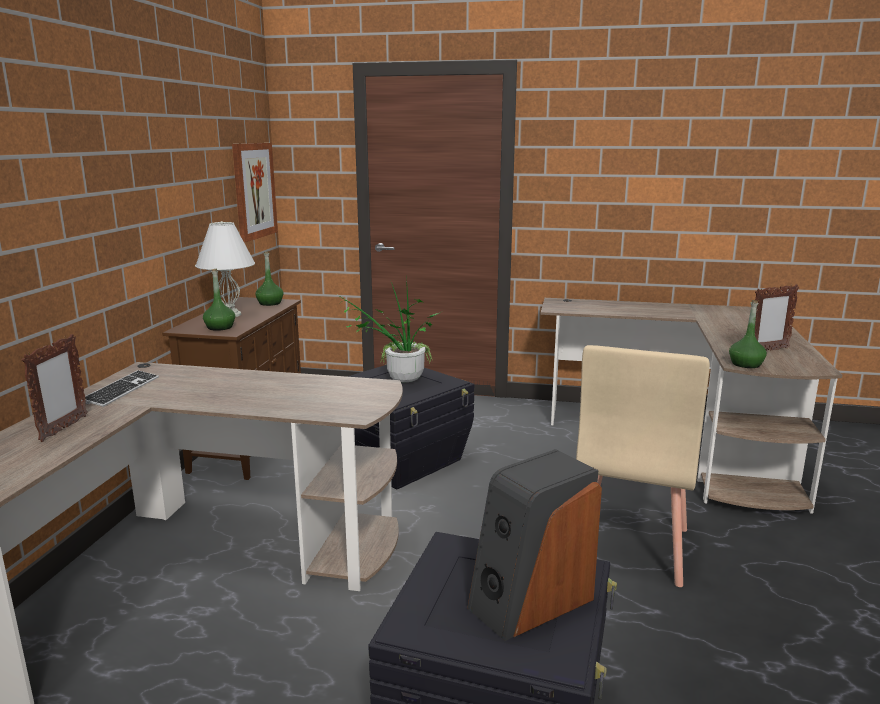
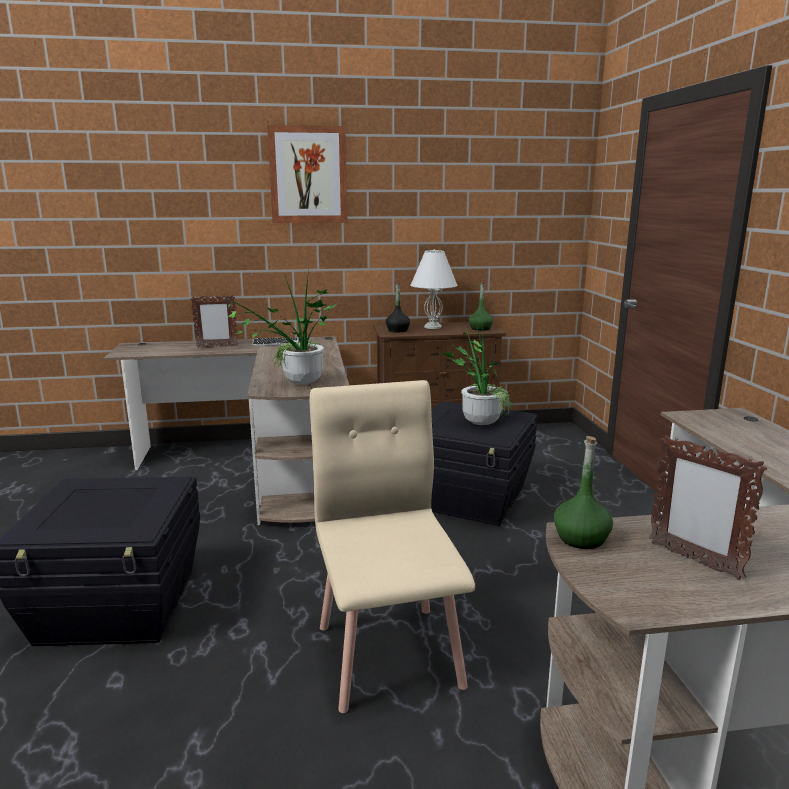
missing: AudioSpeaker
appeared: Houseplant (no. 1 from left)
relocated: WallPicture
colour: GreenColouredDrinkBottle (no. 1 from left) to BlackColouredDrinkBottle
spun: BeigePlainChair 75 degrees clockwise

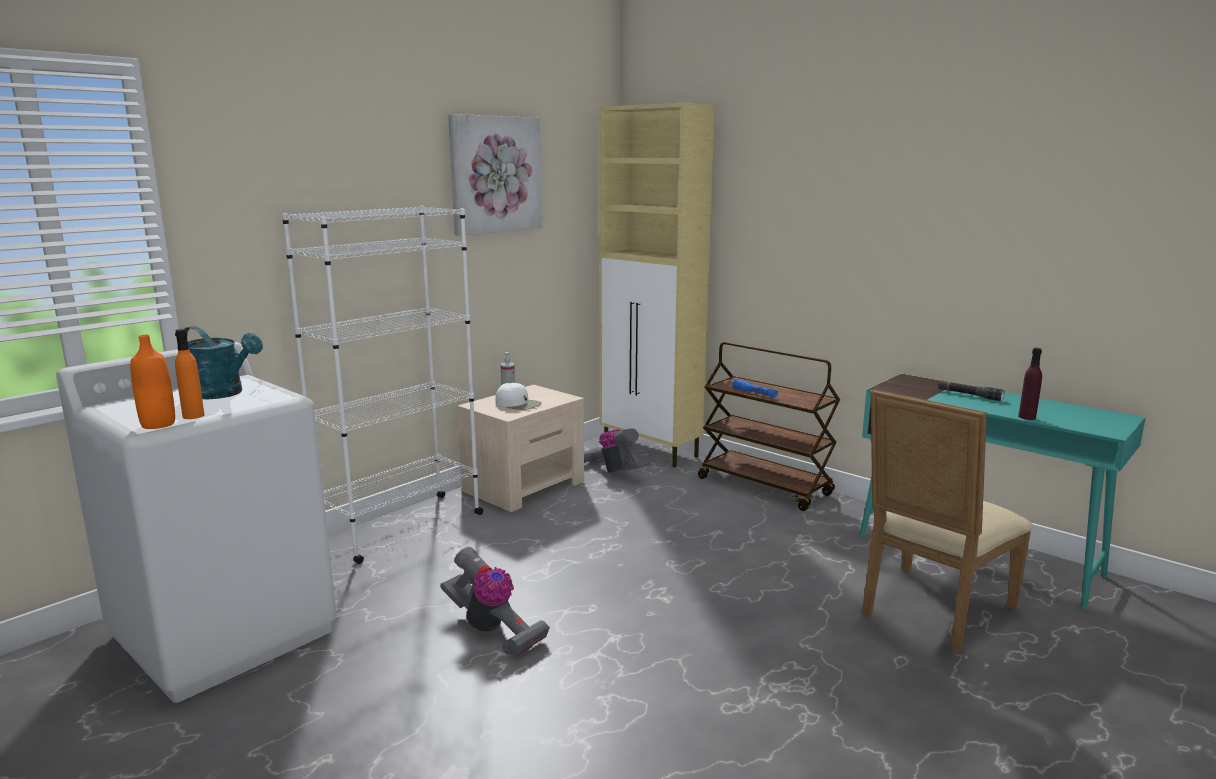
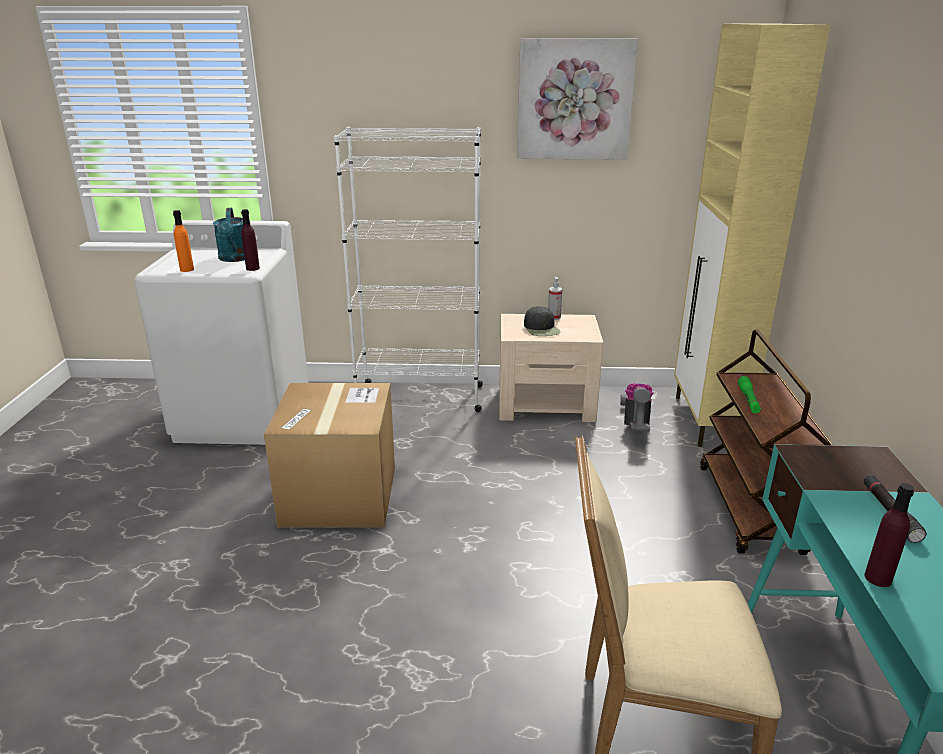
missing: OrangeColouredDrinkBottle (no. 1 from left)
appeared: PurpleDrinkBottle (no. 1 from left)
exchanged: Vacuum (no. 1 from left) to PackingBox
colour: WhiteColouredPeakedCap to BlackColouredPeakedCap; BlueColouredTorch to GreenColouredTorch

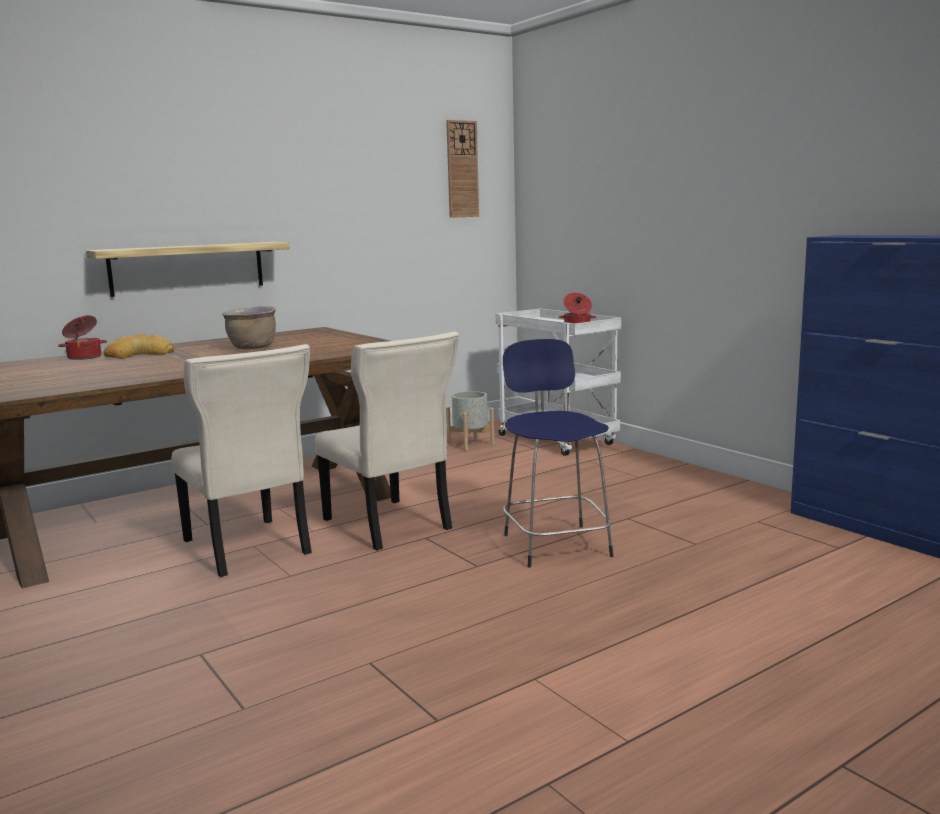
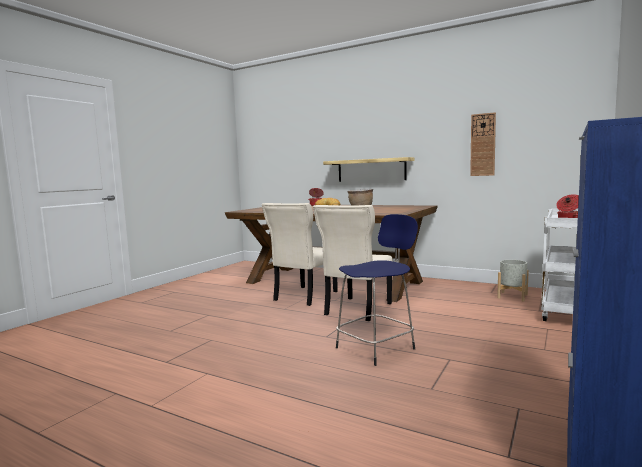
relocated: WallClock

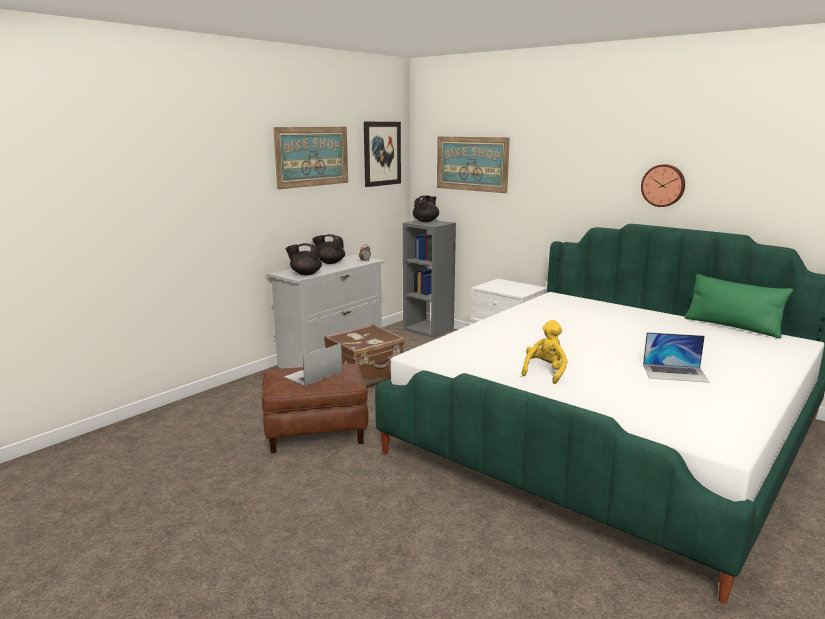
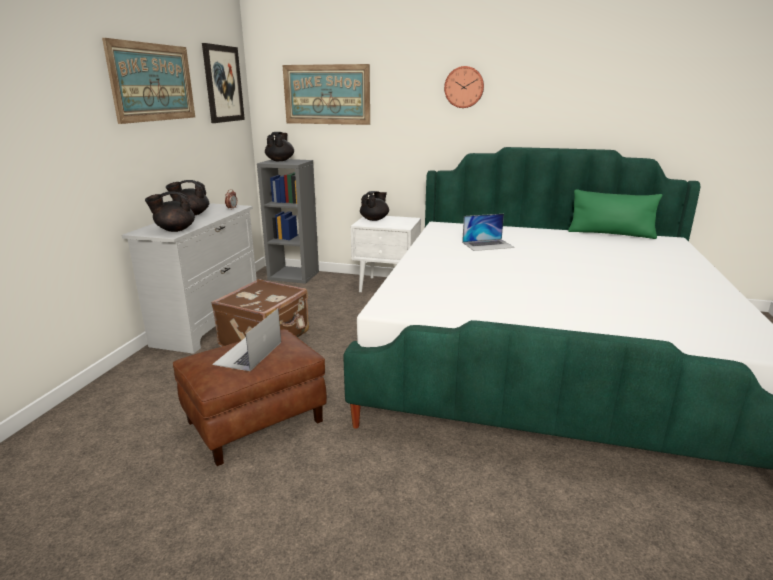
missing: YellowColouredPlushToy
appeared: BlackColouredTeapot (no. 4 from left)
relocated: WallClock; NotebookComputer (no. 2 from left)

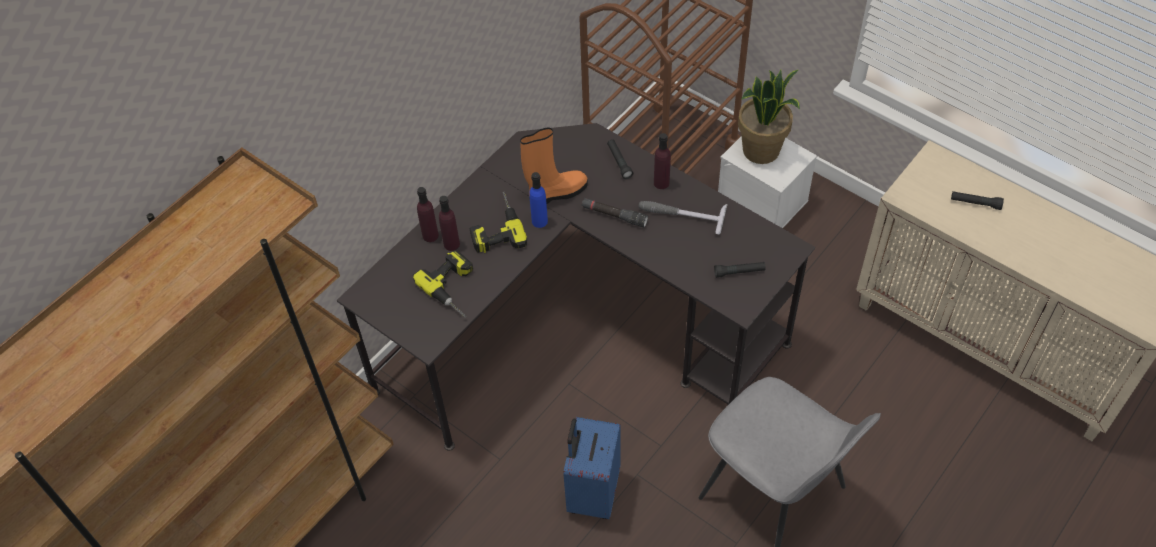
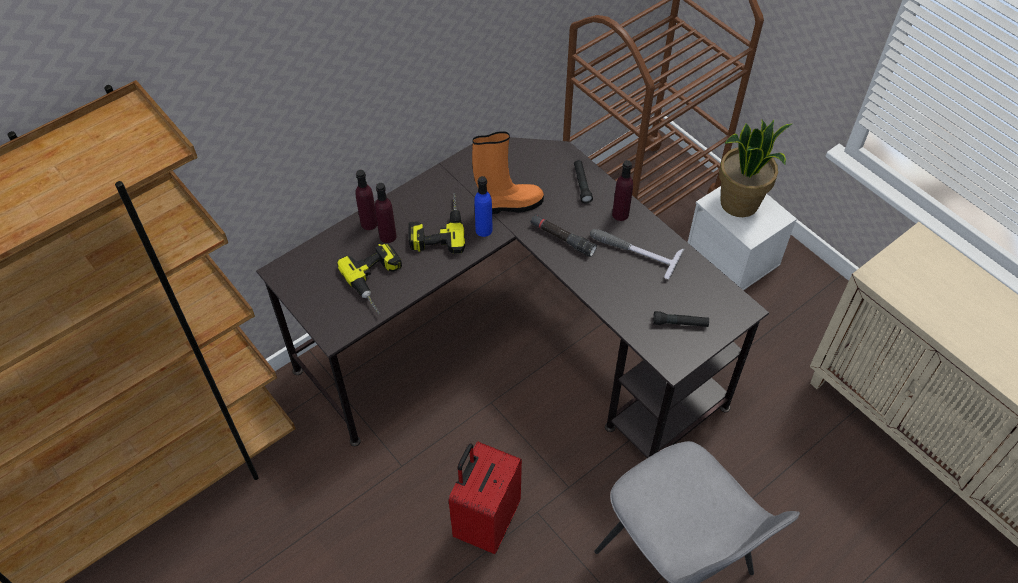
missing: BlackColouredTorch (no. 4 from left)
colour: BlueColouredTravelCase to ReddishTravelCase

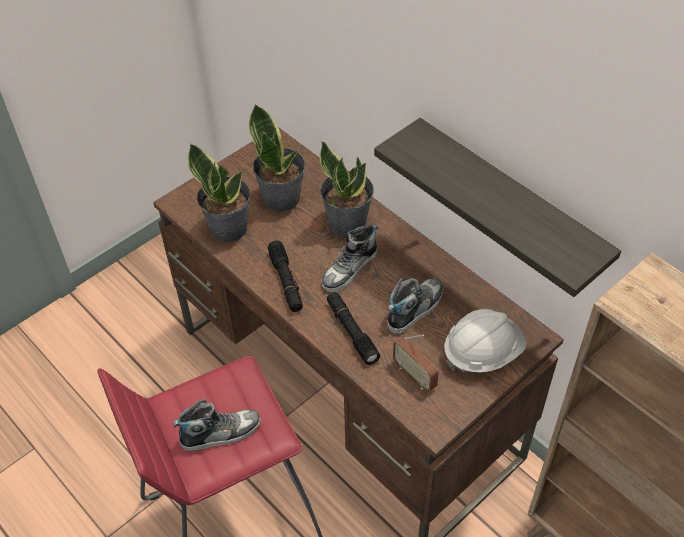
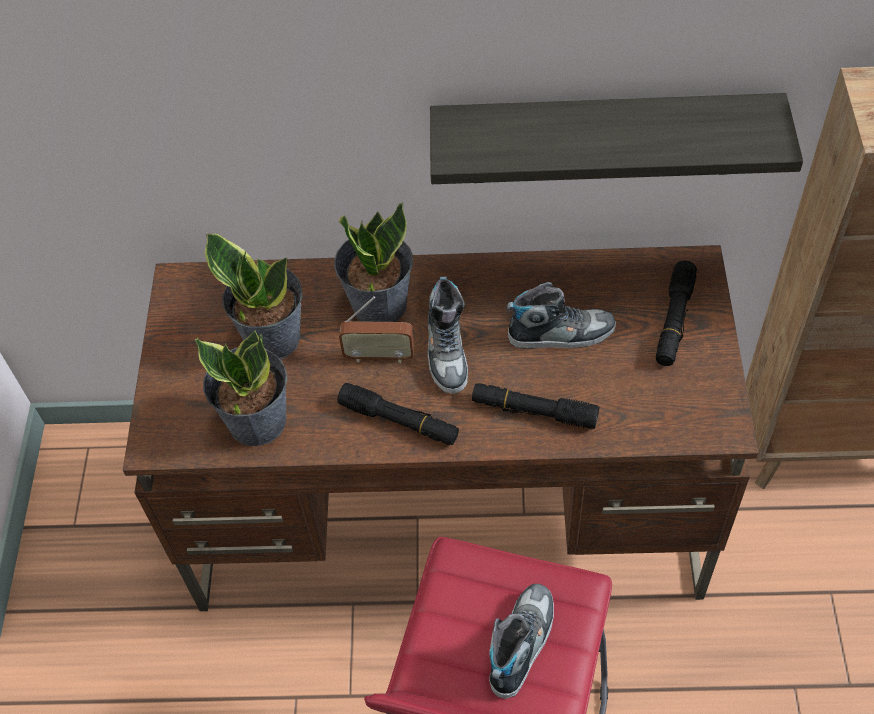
relocated: Radio
exchanged: WhiteColouredHardHat to BlackColouredTorch (no. 3 from left)
spun: ItemOfFootwear (no. 3 from left) 90 degrees clockwise

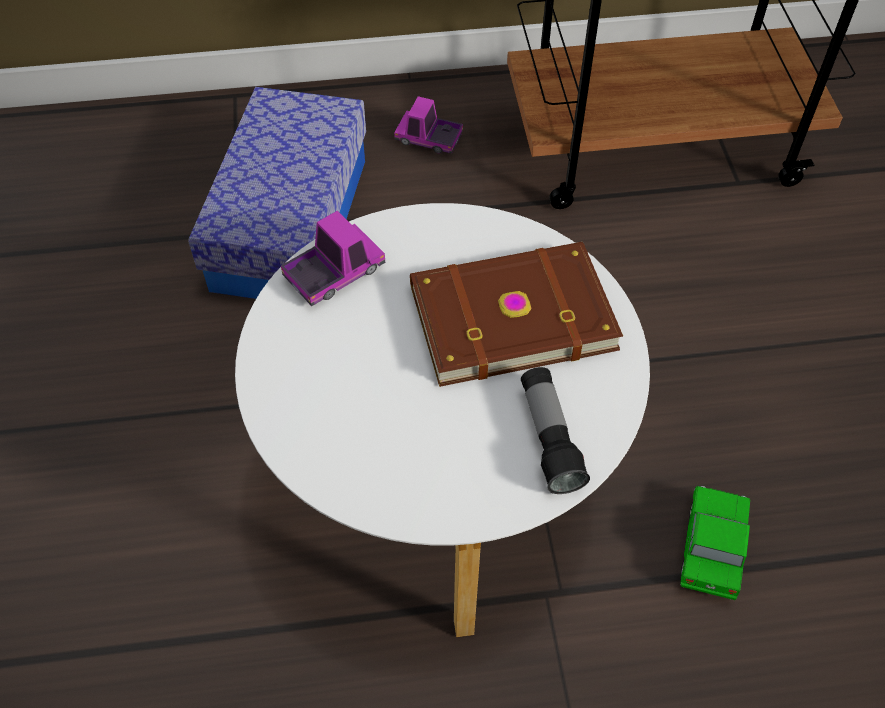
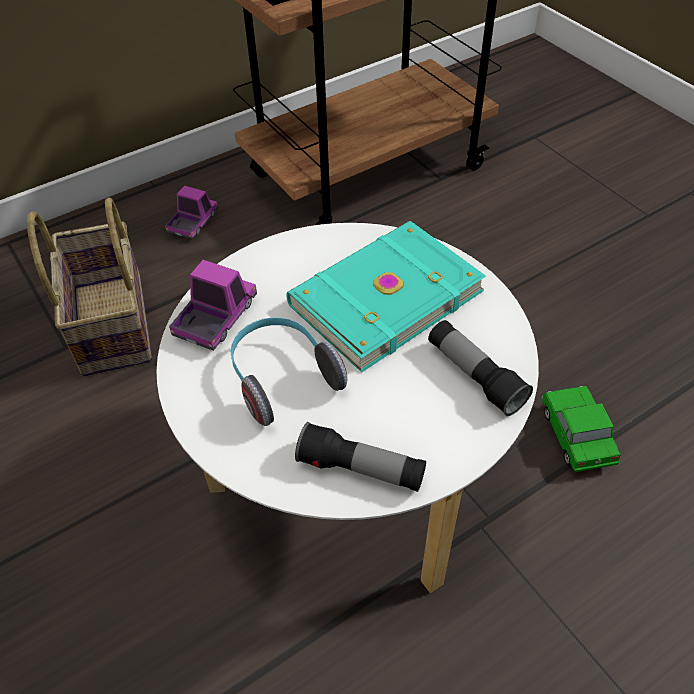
appeared: Headset; Torch (no. 1 from left)
exchanged: StorageBox to StorageBasket
colour: BrownColouredBook to TurquoiseColouredBook
spun: ToyLorry (no. 2 from left in the first image) 120 degrees clockwise

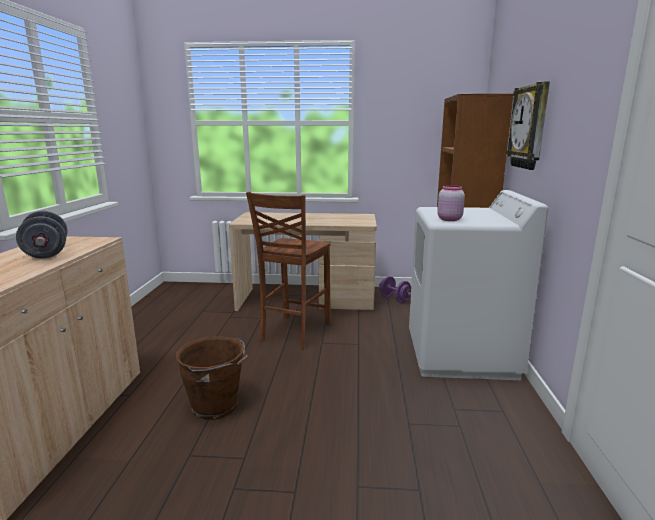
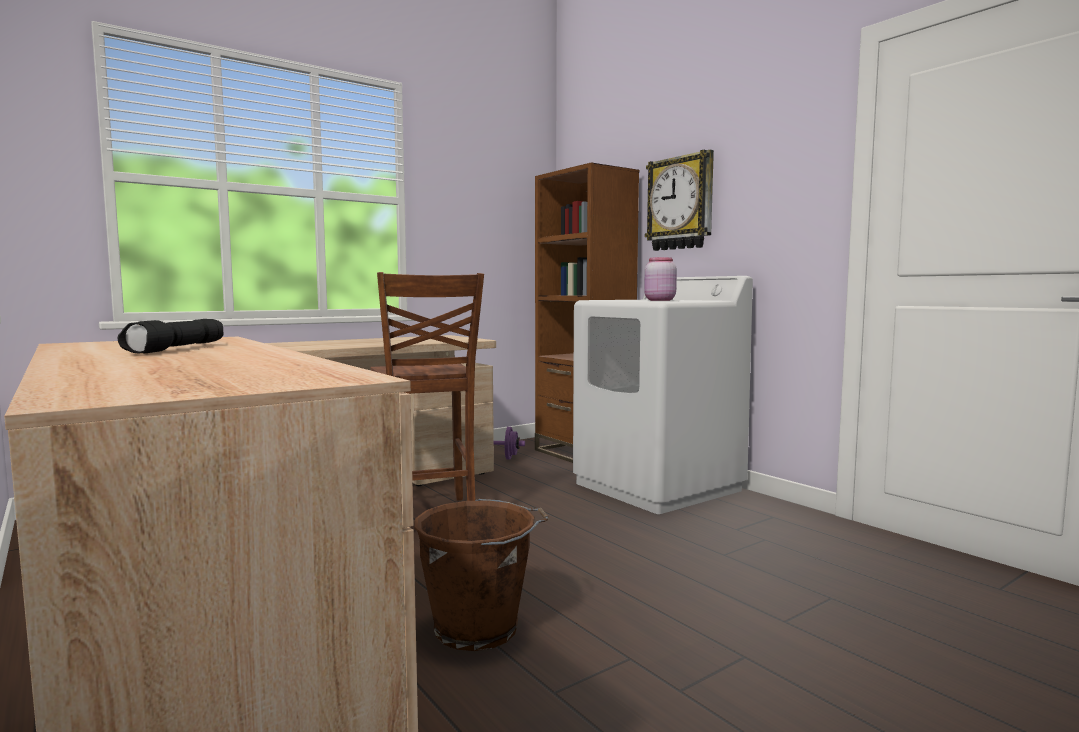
exchanged: GrayFreeWeight to BlackColouredTorch

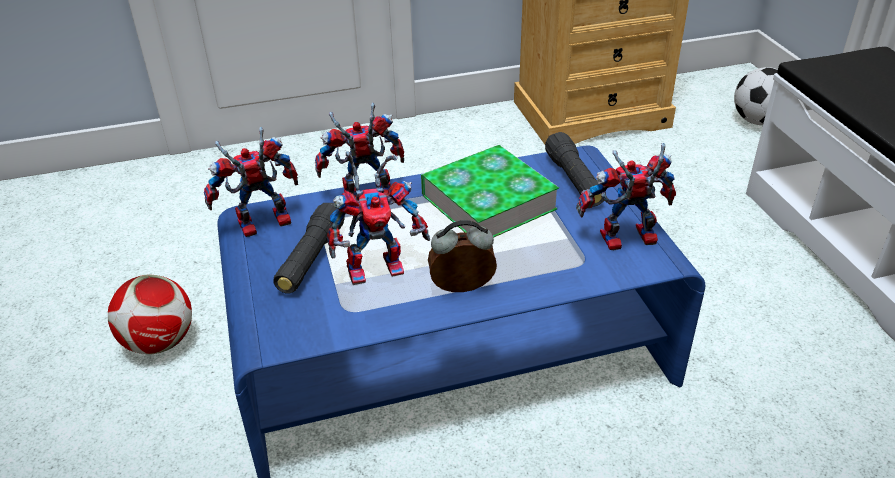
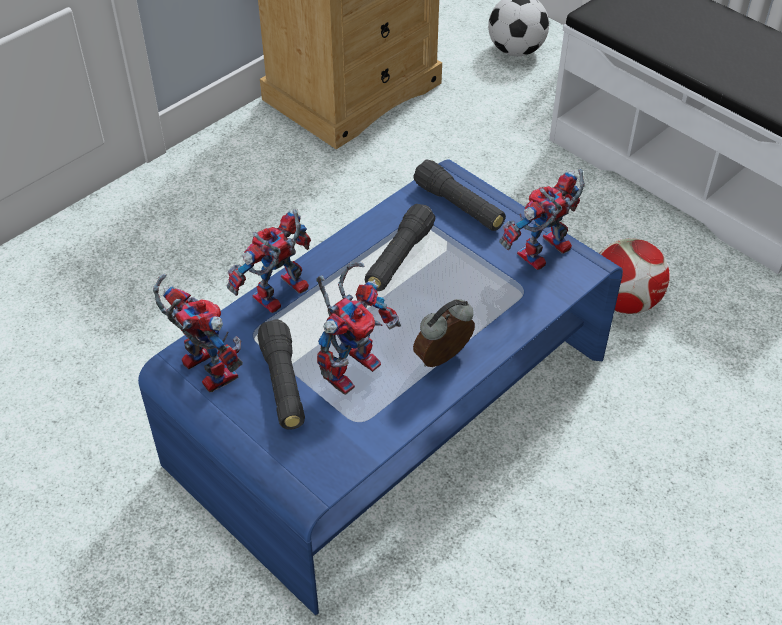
relocated: BallForFootball (no. 1 from left in the first image) to BallForFootball (no. 2 from left)
exchanged: Book to BlackColouredTorch (no. 2 from left)
spun: ModelRobot (no. 1 from left) 105 degrees clockwise

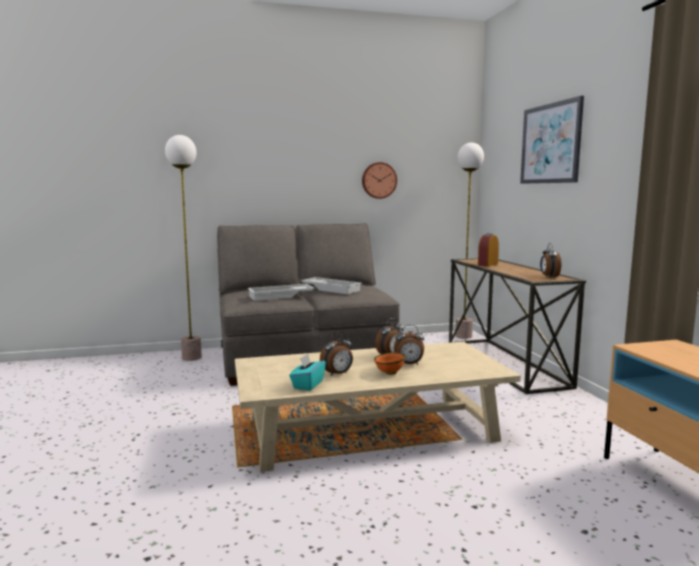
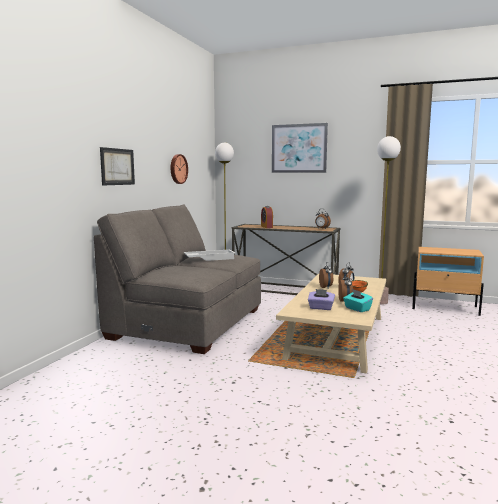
missing: WhiteColouredTray (no. 1 from left)
appeared: WallPicture (no. 1 from left); PurpleBoxOfTissues
relocated: StandingLamp (no. 1 from left in the first image) to StandingLamp (no. 2 from left)

